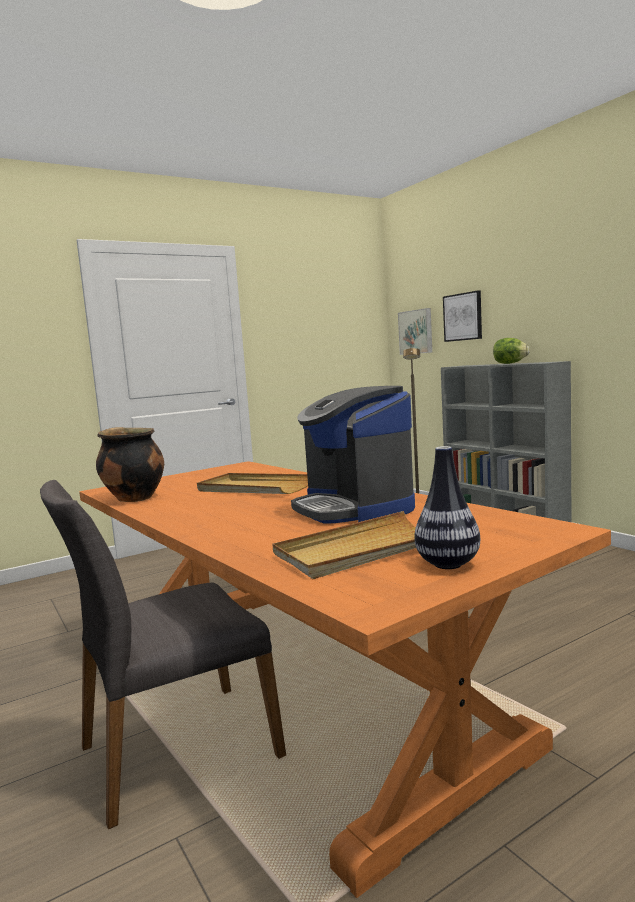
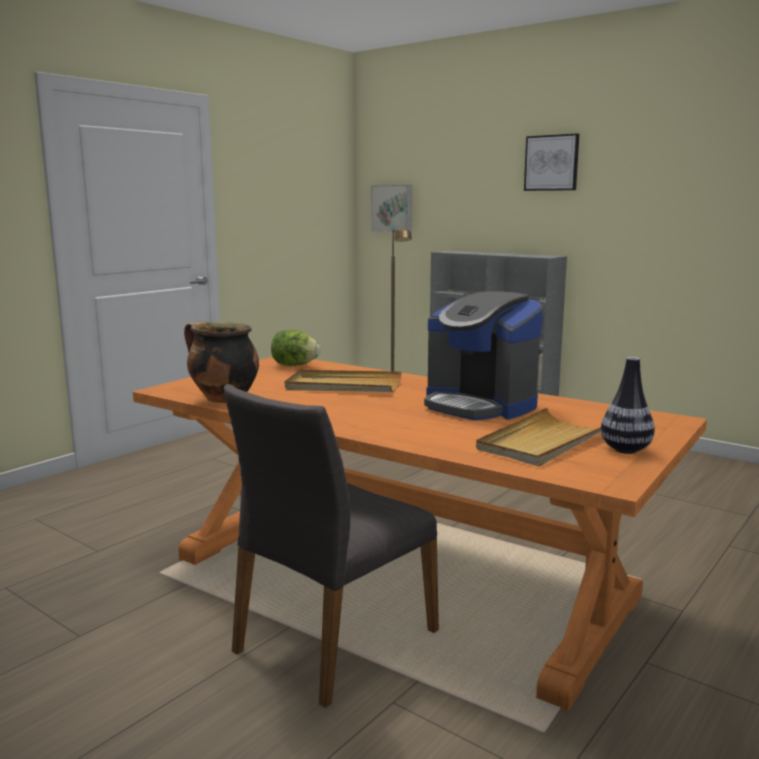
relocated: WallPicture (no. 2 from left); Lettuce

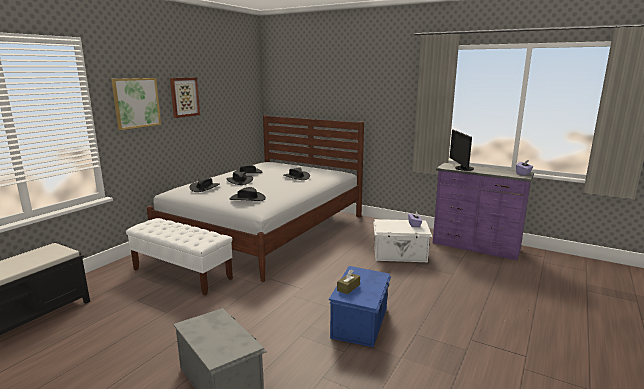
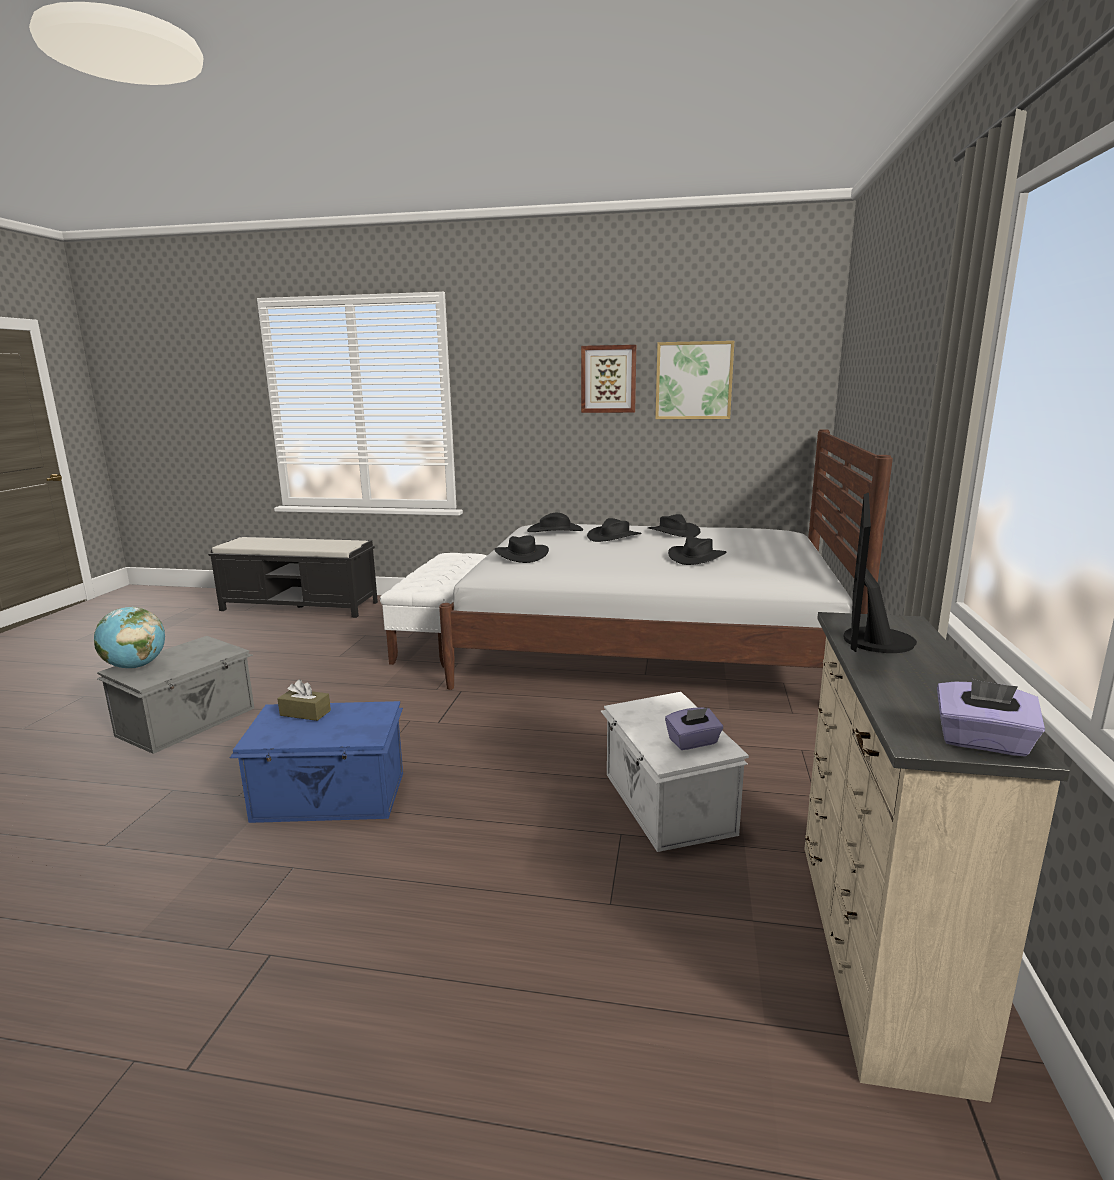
appeared: DeskGlobe
relocated: WallPicture (no. 1 from left in the first image) to WallPicture (no. 2 from left)
colour: PurpleDrawerChest to BeigeDrawerChest
spun: ComputerDisplay 45 degrees counterclockwise

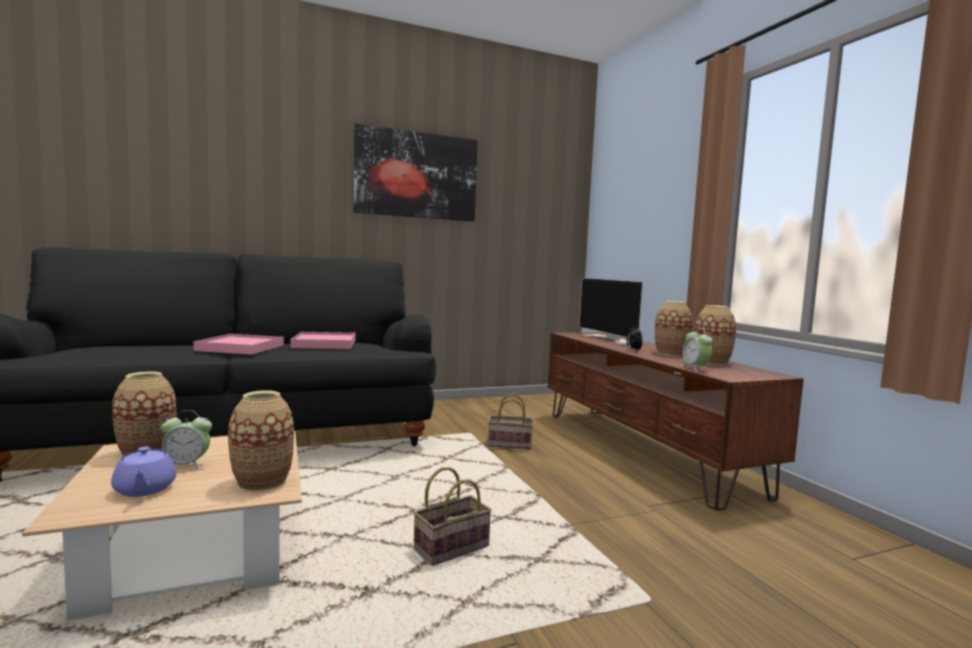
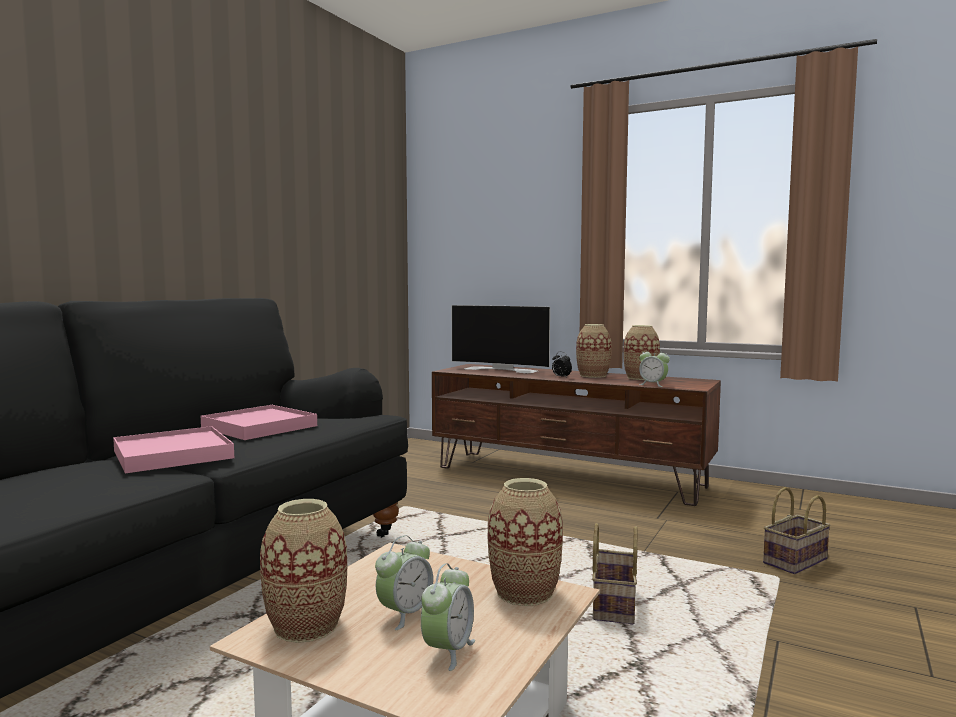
missing: WallPicture
relocated: StorageBasket (no. 2 from left)
exchanged: PurpleTeapot to TableClock (no. 2 from left)

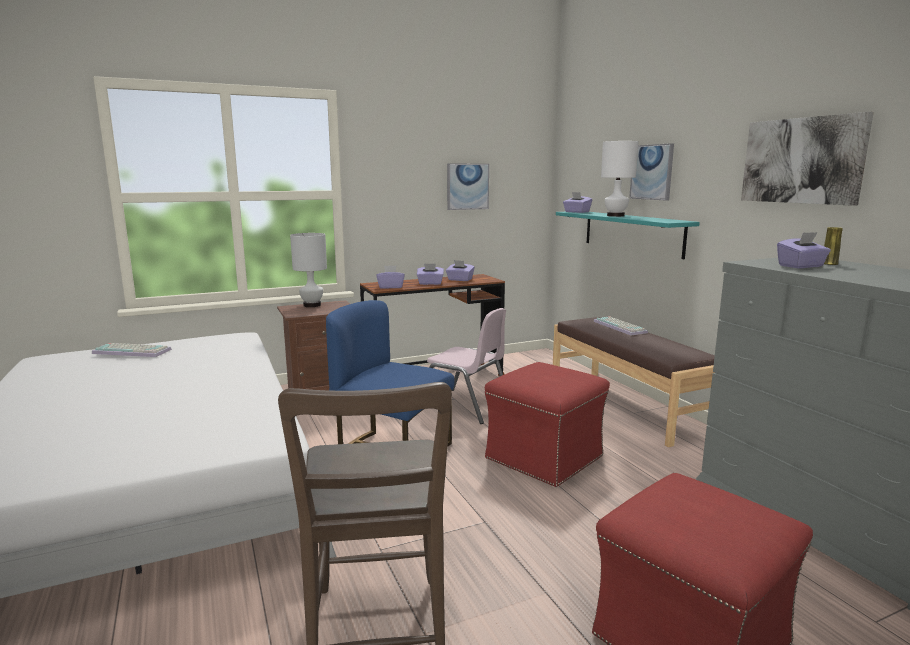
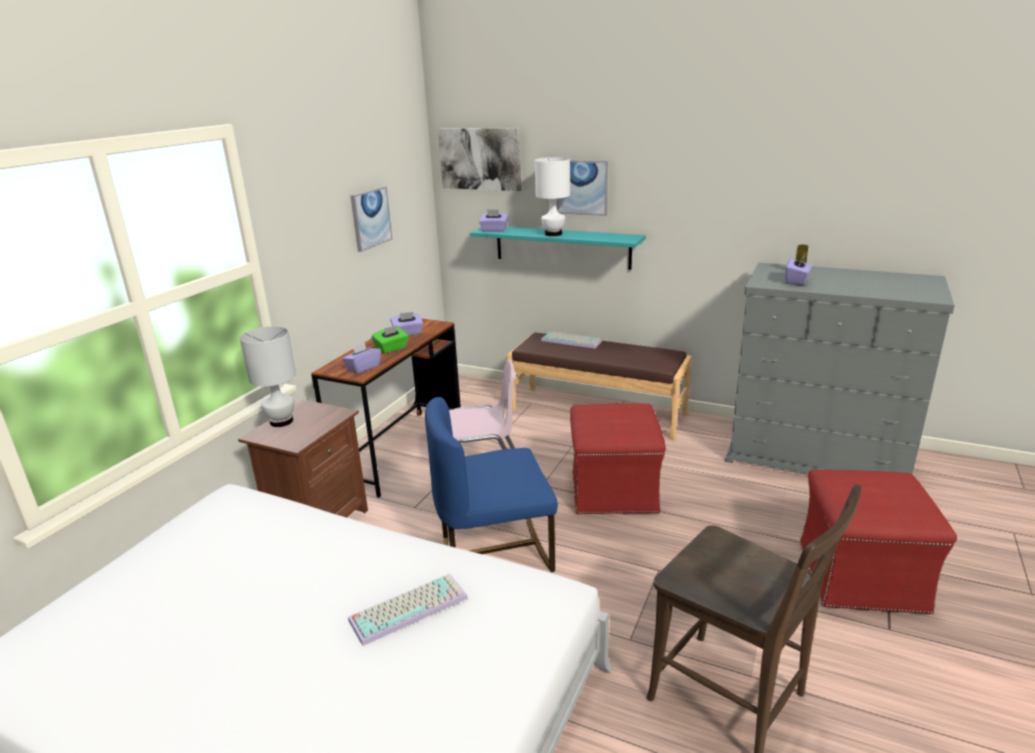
relocated: Keyboard (no. 1 from left); WallPicture (no. 3 from left in the first image) to WallPicture (no. 2 from left)
colour: PurpleBoxOfTissues (no. 2 from left) to GreenColouredBoxOfTissues

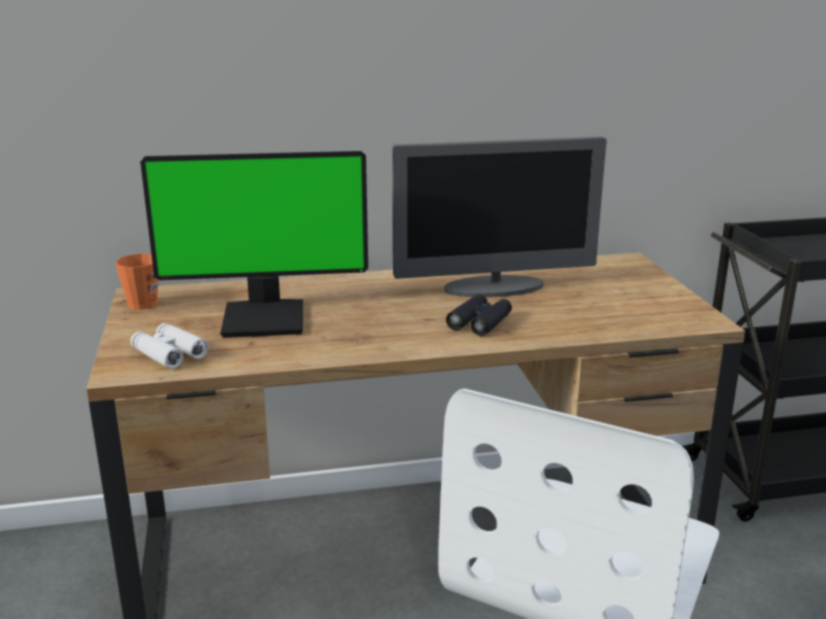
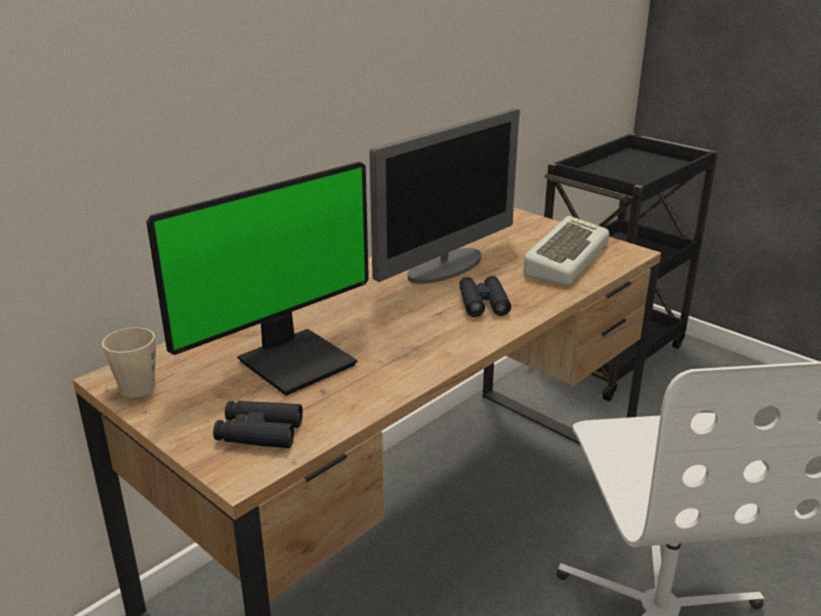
appeared: Keyboard
colour: OrangeColouredTeaMug to BeigeTeaMug; WhiteColouredPairOfBinoculars to BlackColouredPairOfBinoculars (no. 1 from left)

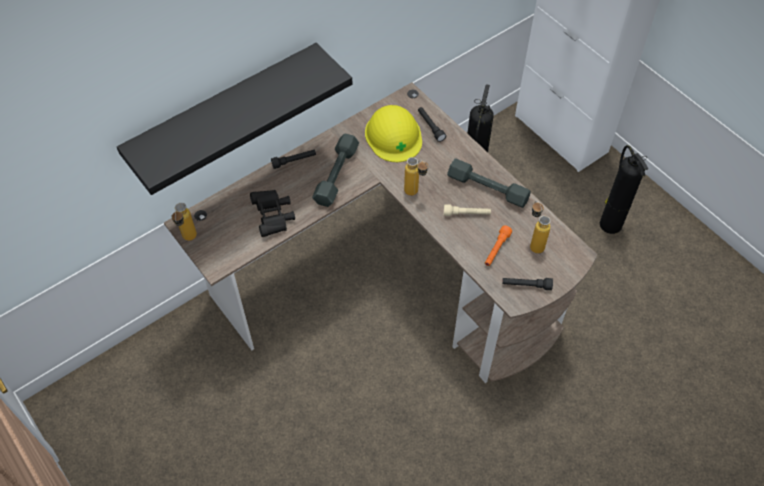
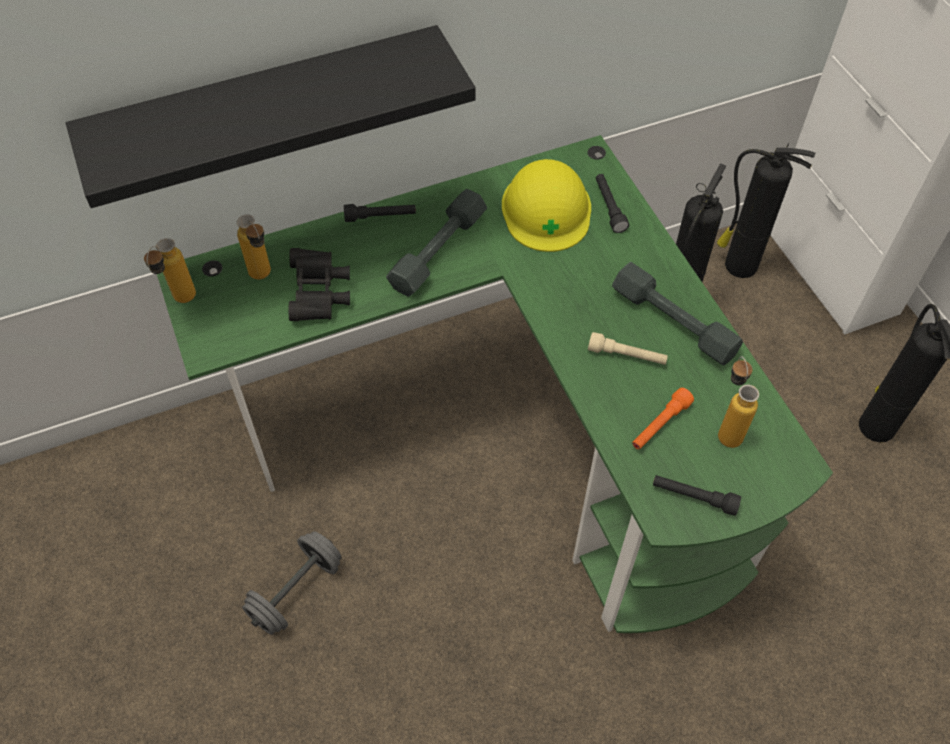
appeared: GrayFreeWeight (no. 1 from left); Extinguisher (no. 2 from left)
relocated: DrinkBottle (no. 2 from left)
colour: BrownColouredDesk to GreenColouredDesk

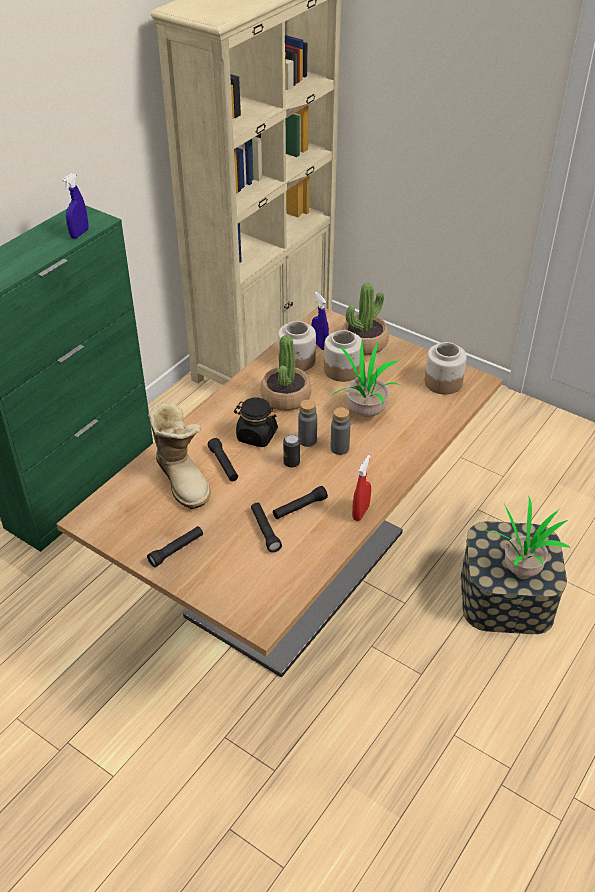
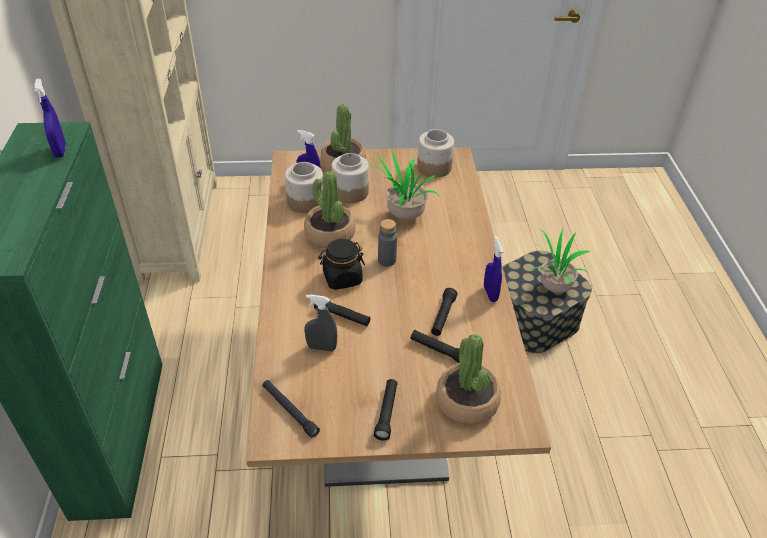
missing: Can; GrayDrinkBottle (no. 2 from left)
appeared: BlackColouredTorch (no. 1 from left); Houseplant (no. 4 from left)
exchanged: Boot to GrayHandSprayer
colour: ReddishHandSprayer to BlueColouredHandSprayer (no. 3 from left)

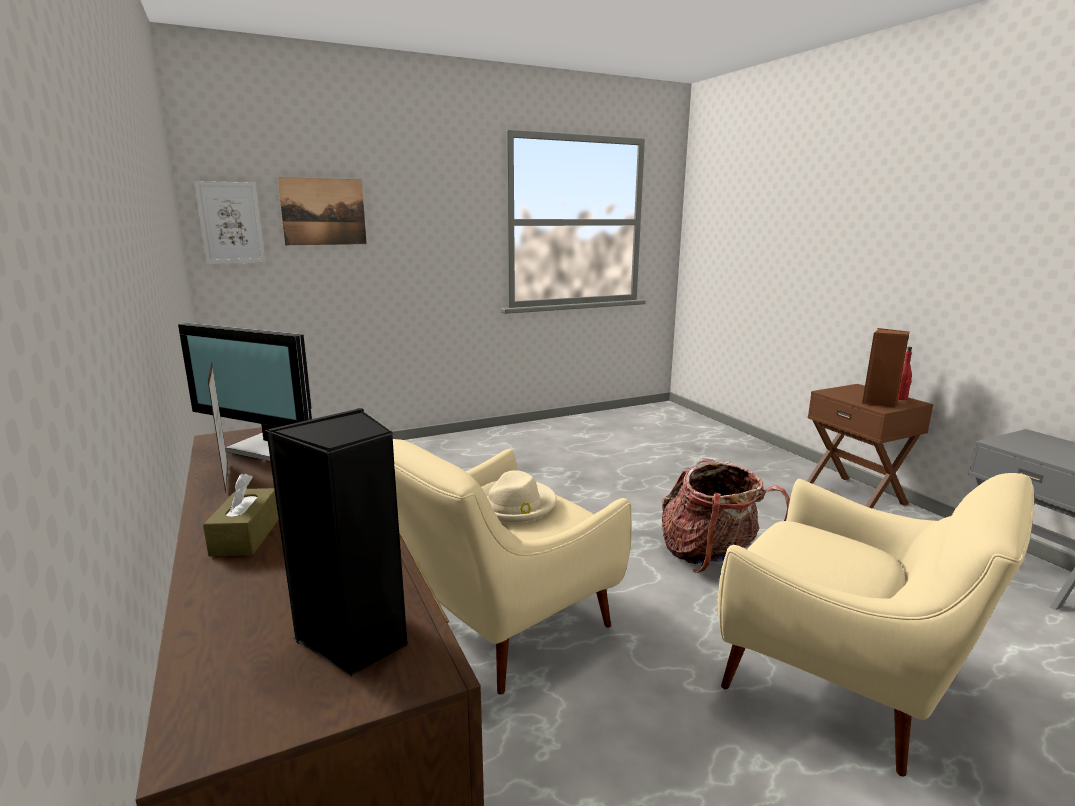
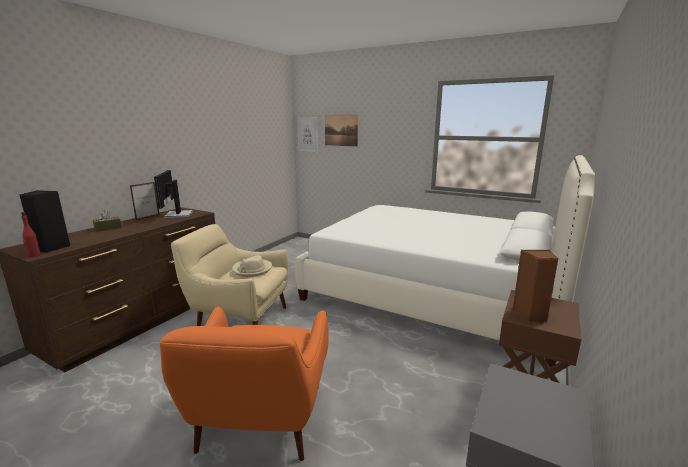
missing: Backpack
appeared: WhiteColouredBedroomBed
relocated: ReddishDrinkBottle
colour: BeigeArmchair (no. 2 from left) to OrangeColouredArmchair

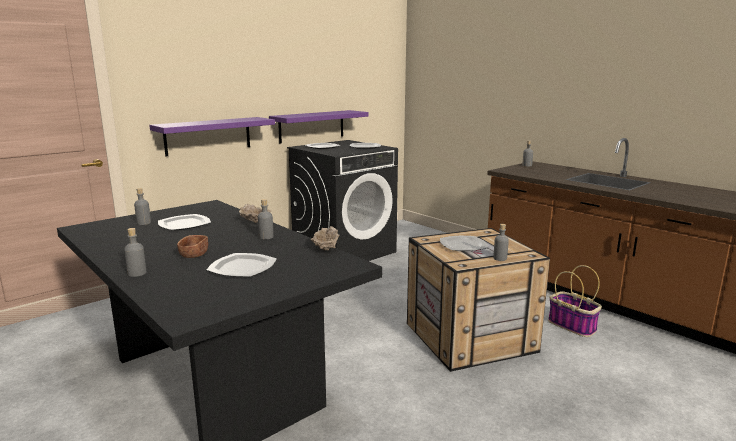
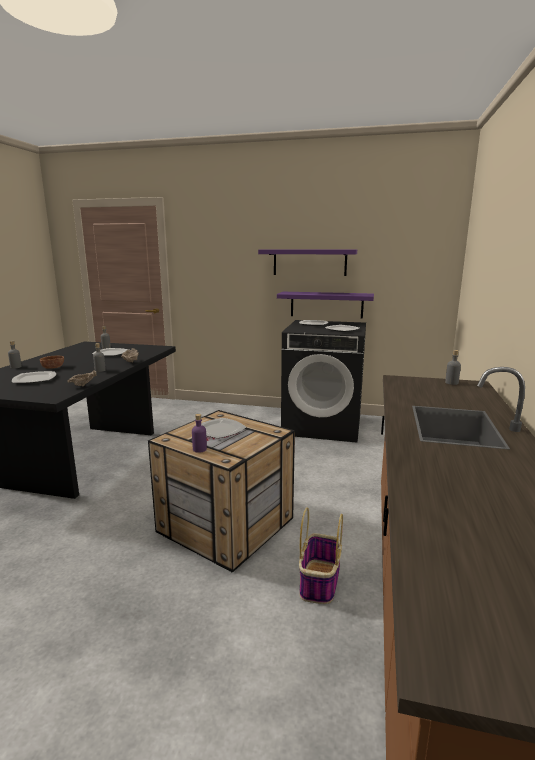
relocated: PurpleShelf (no. 1 from left)
colour: GrayDrinkBottle (no. 4 from left) to PurpleDrinkBottle

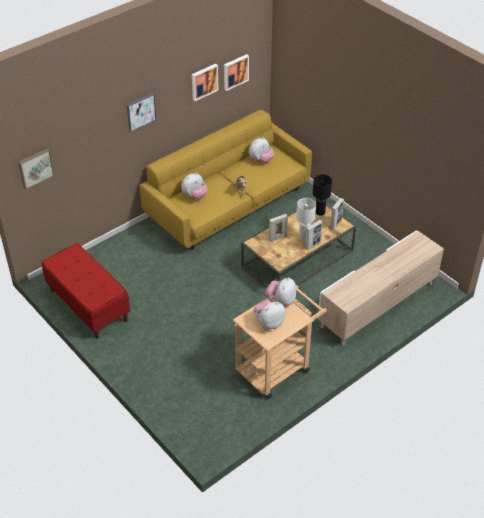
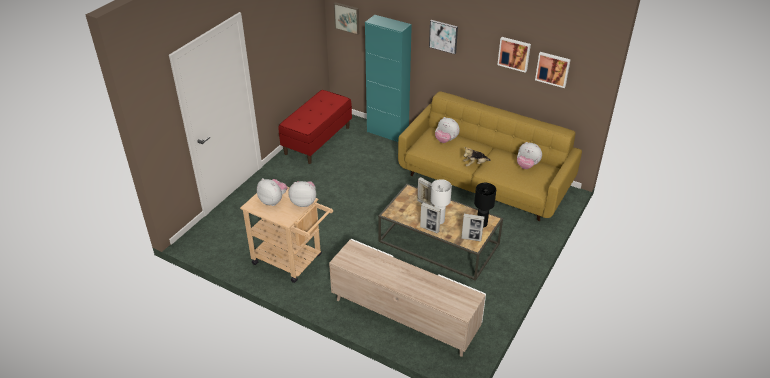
appeared: TurquoiseColouredStorageCabinet

